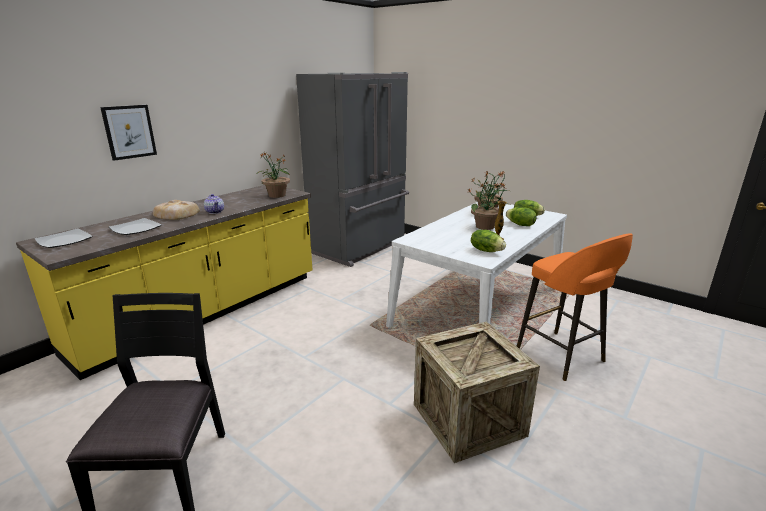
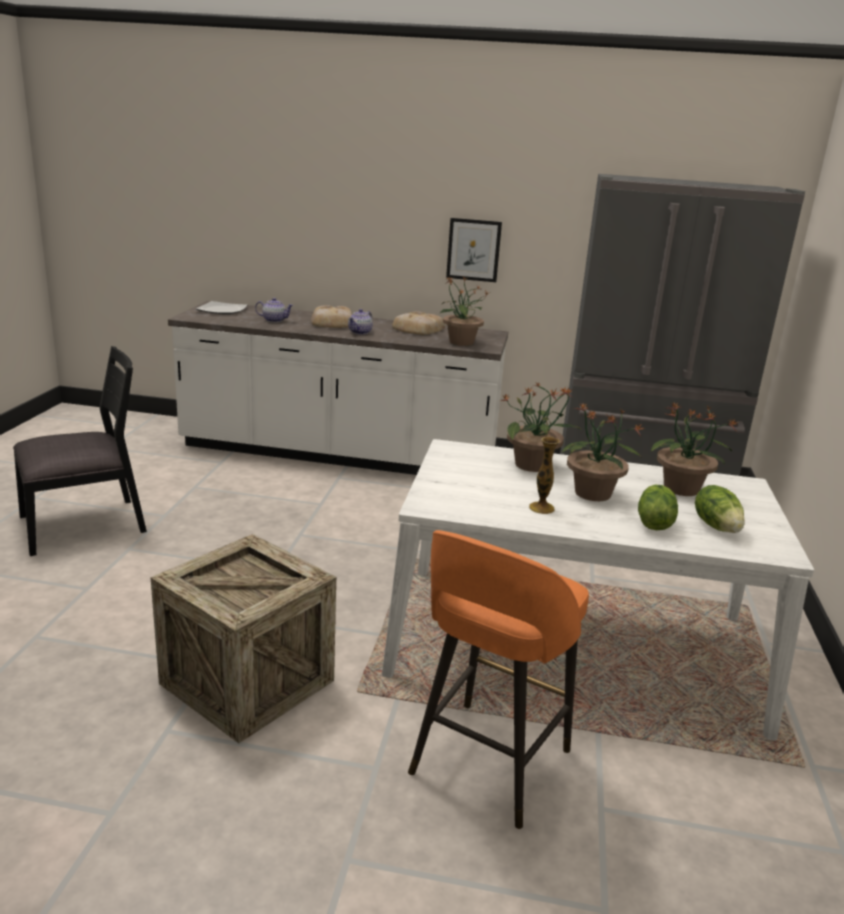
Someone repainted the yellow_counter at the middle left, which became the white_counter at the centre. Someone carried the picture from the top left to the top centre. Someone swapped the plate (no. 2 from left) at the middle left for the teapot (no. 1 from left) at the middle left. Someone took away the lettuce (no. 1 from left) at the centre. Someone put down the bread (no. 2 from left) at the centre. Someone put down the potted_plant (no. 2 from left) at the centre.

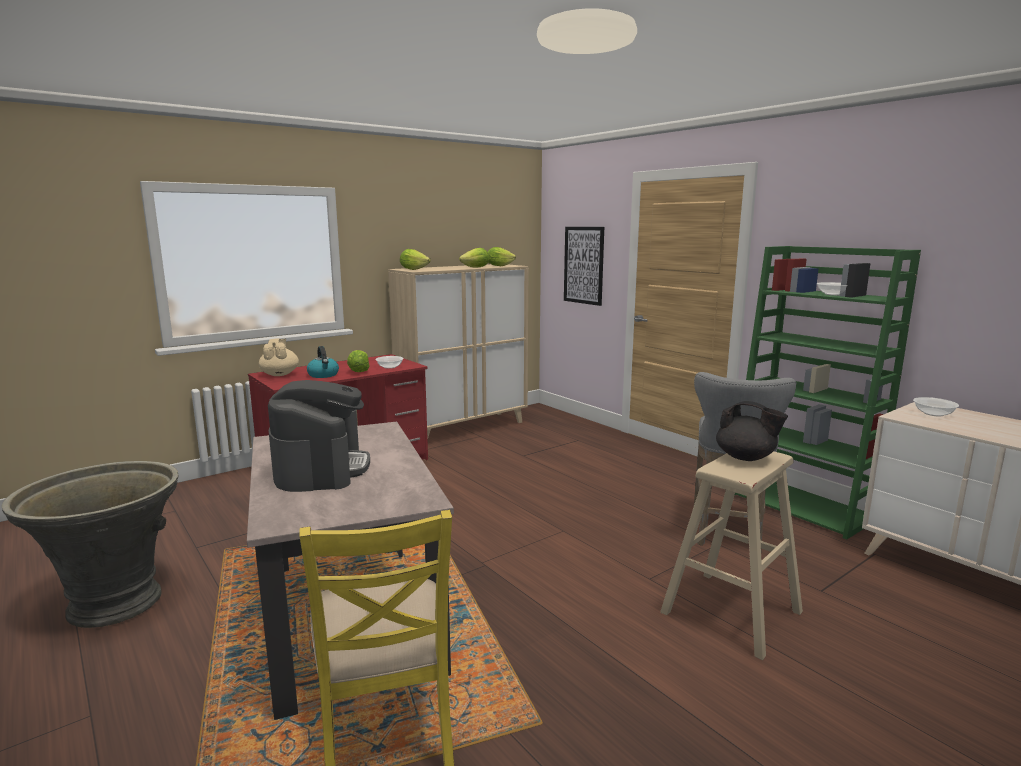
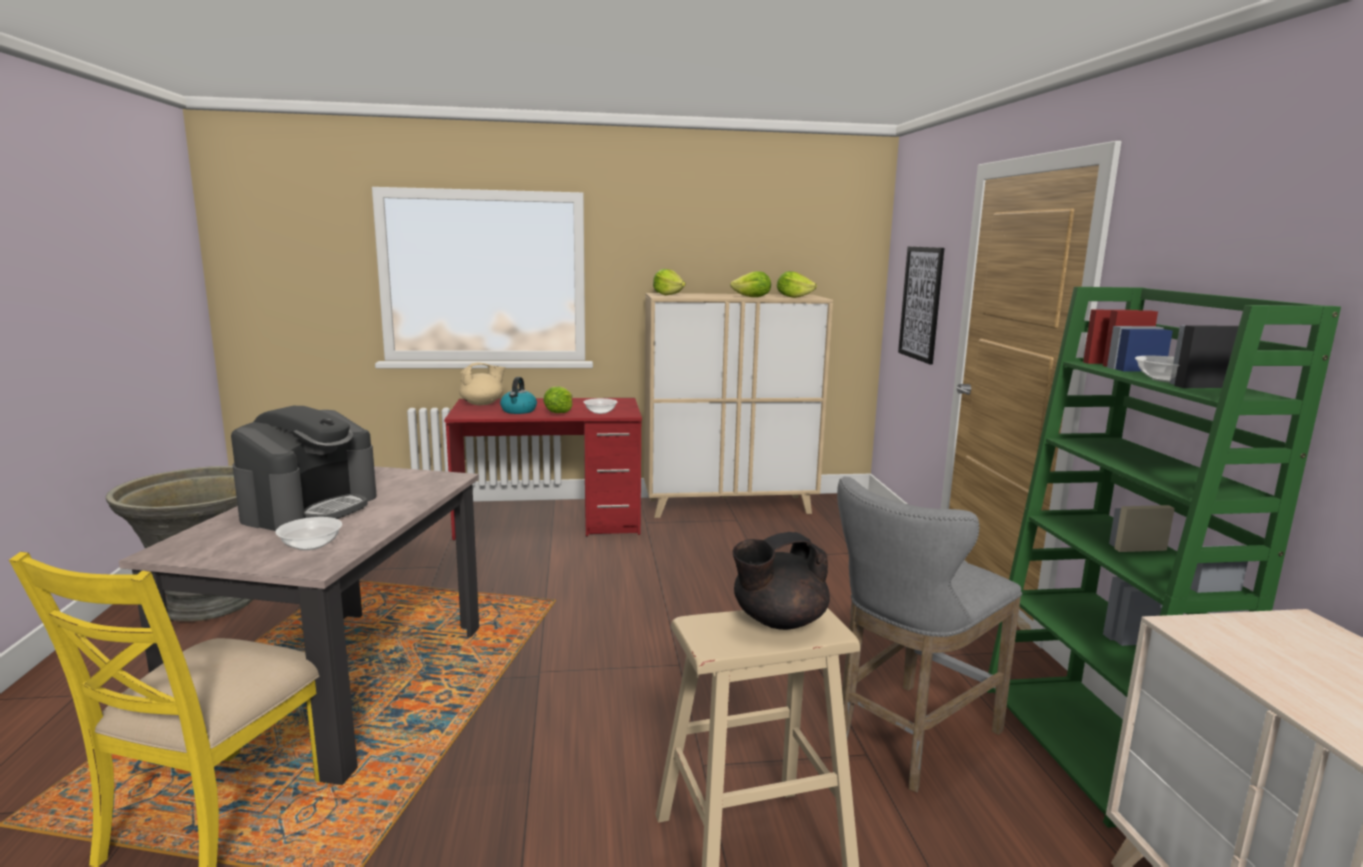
Someone rotated the beige_teapot at the middle left by 45 degrees clockwise. Someone rotated the black_teapot at the middle right by 90 degrees clockwise. Someone carried the bowl (no. 3 from left in the first image) from the middle right to the middle left.

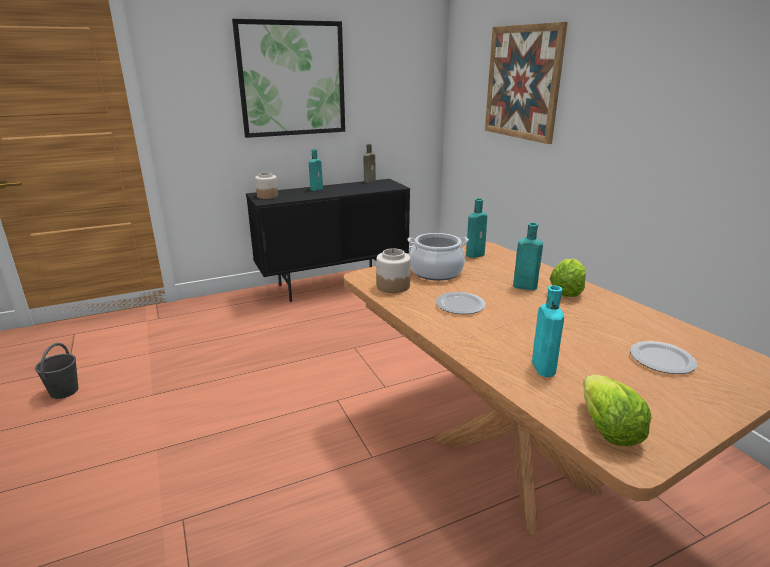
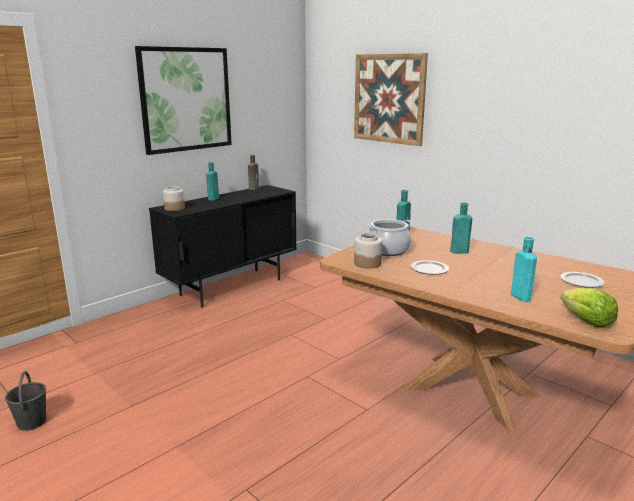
Someone took away the lettuce (no. 1 from left) at the middle right.

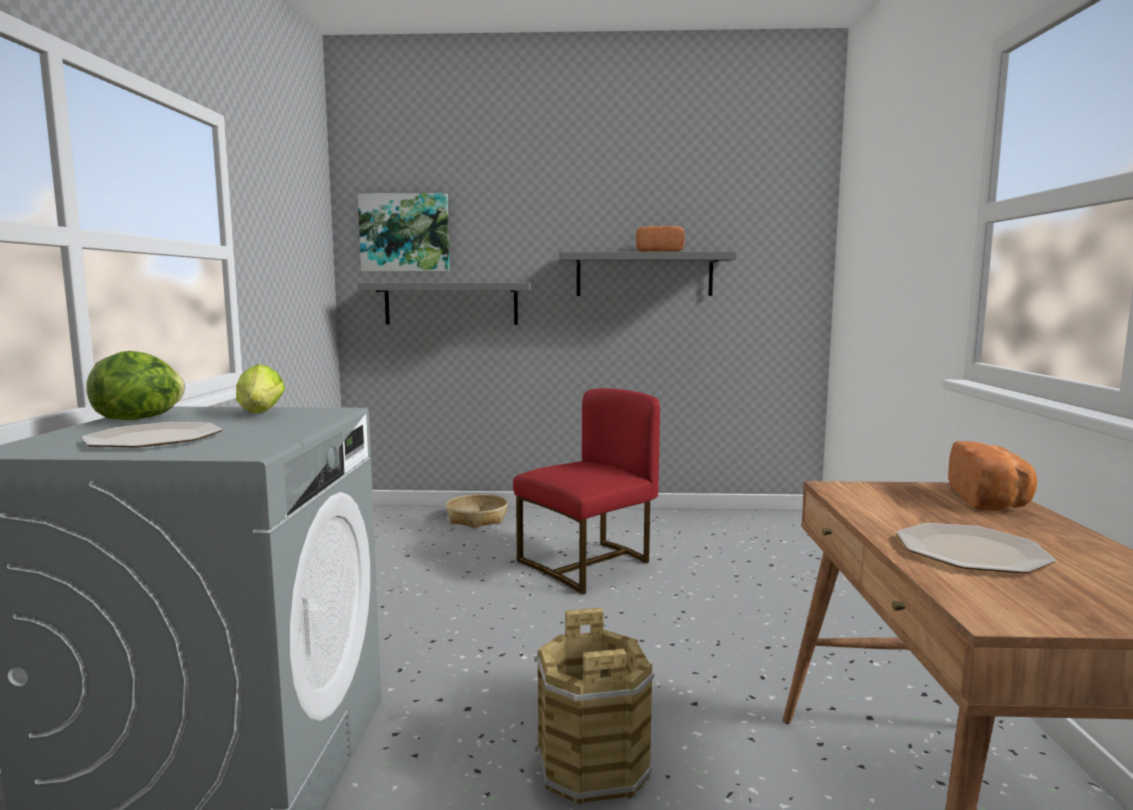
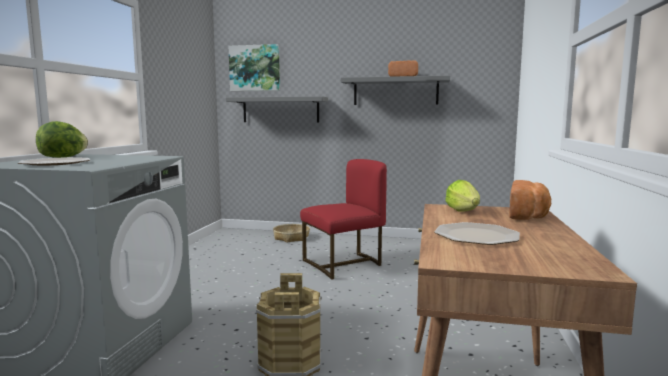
Someone carried the lettuce (no. 2 from left) from the middle left to the middle right.

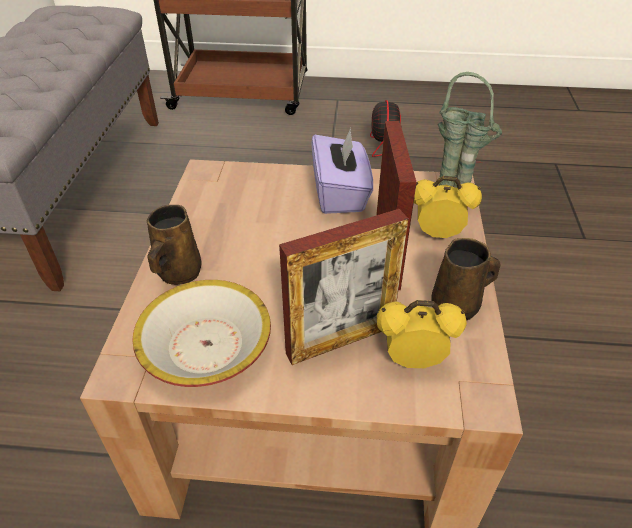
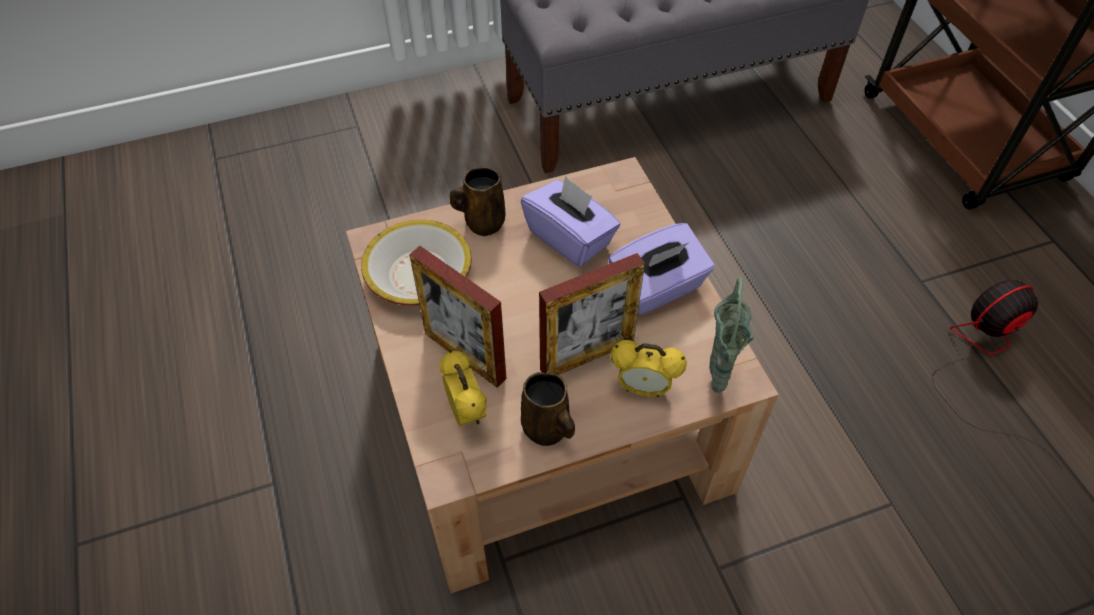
Someone rotated the alarm_clock (no. 2 from left) at the middle right by 120 degrees clockwise. Someone put down the purple_tissue_box (no. 1 from left) at the centre.

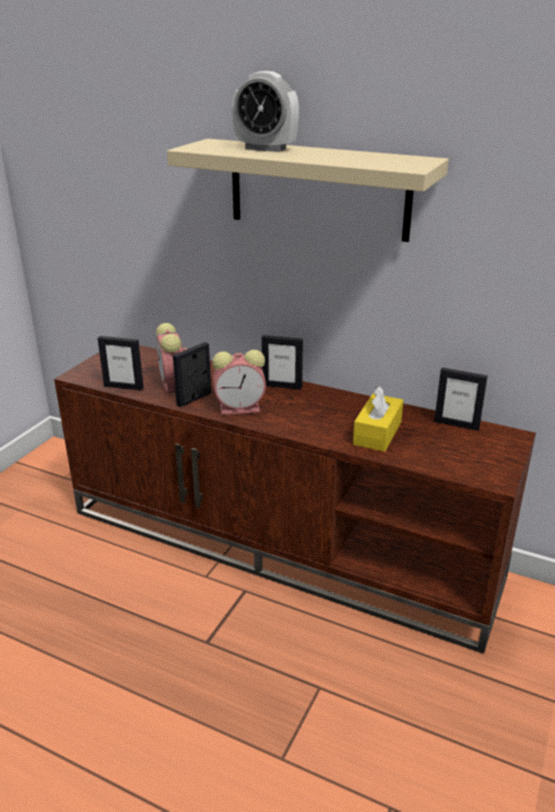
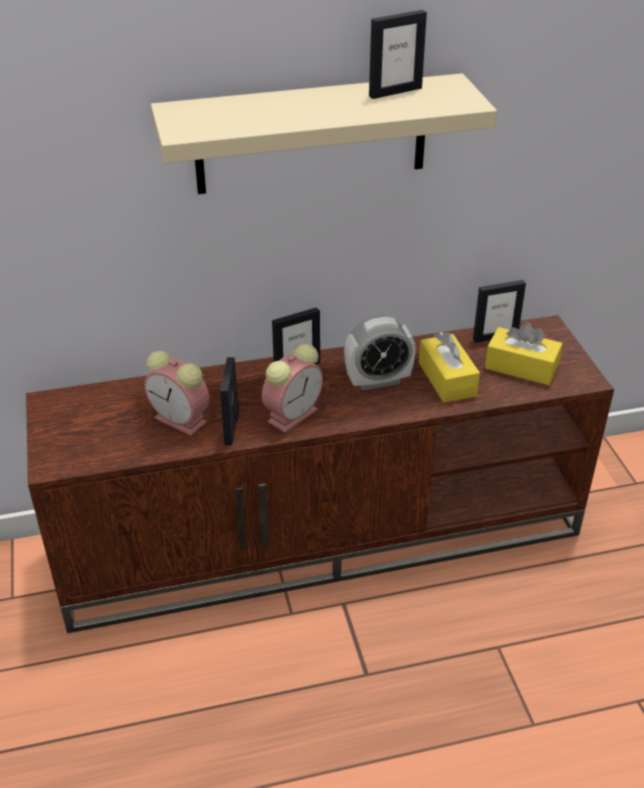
Someone carried the picture_frame (no. 1 from left in the first image) from the middle left to the top centre. Someone carried the alarm_clock (no. 3 from left) from the top centre to the centre. Someone put down the yellow_tissue_box (no. 2 from left) at the middle right.

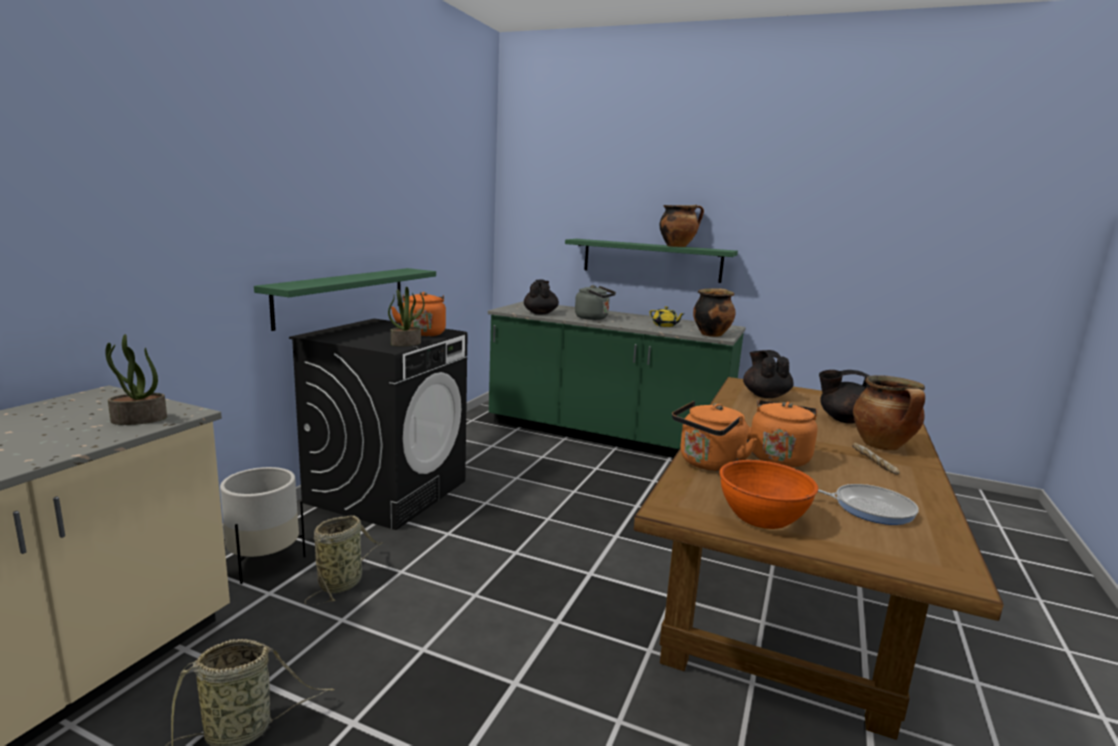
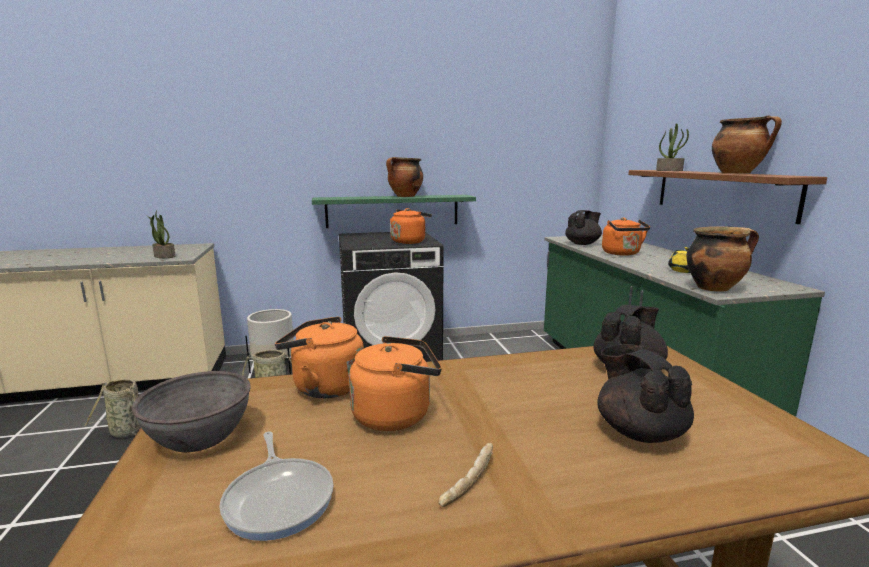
Someone carried the potted_plant (no. 2 from left) from the centre to the top right. Someone repainted the green_shelf (no. 2 from left) at the centre, which became the brown_shelf at the middle right. Someone repainted the grey_kettle at the centre, which became the orange_kettle (no. 4 from left) at the middle right. Someone repainted the orange_bowl at the middle right, which became the grey_bowl at the bottom left. Someone carried the cooking_pot (no. 3 from left in the first image) from the middle right to the top centre.

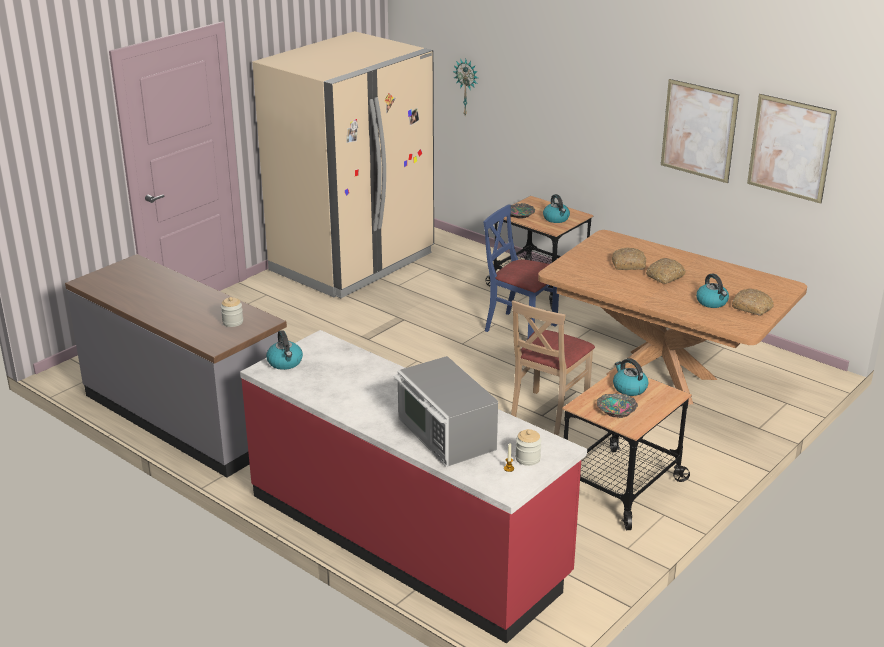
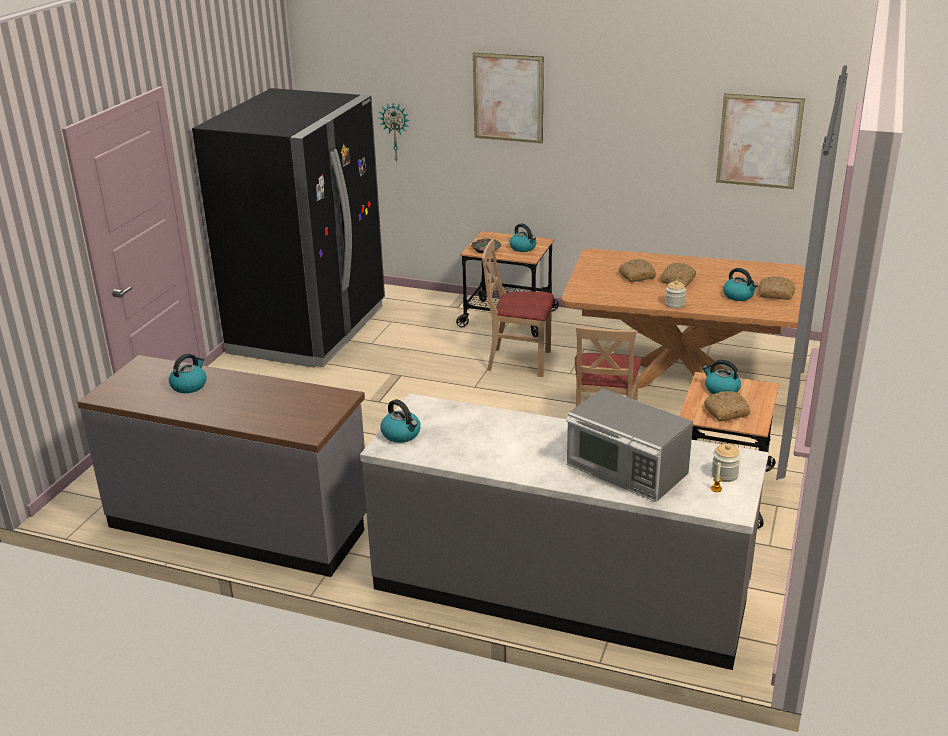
Someone carried the jar (no. 1 from left) from the middle left to the middle right. Someone repainted the red_counter at the bottom centre, which became the grey_counter (no. 2 from left) at the bottom centre. Someone repainted the beige_fridge at the top centre, which became the black_fridge at the top left. Someone repainted the blue_chair at the centre, which became the beige_chair (no. 1 from left) at the centre. Someone swapped the bowl (no. 2 from left) at the middle right for the bread (no. 3 from left) at the middle right. Someone carried the picture (no. 1 from left) from the top right to the top centre. Someone put down the kettle (no. 1 from left) at the middle left.

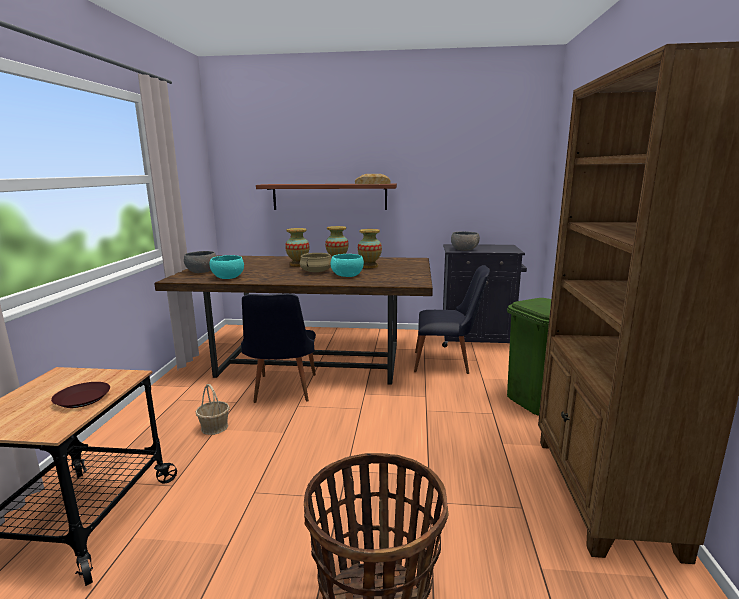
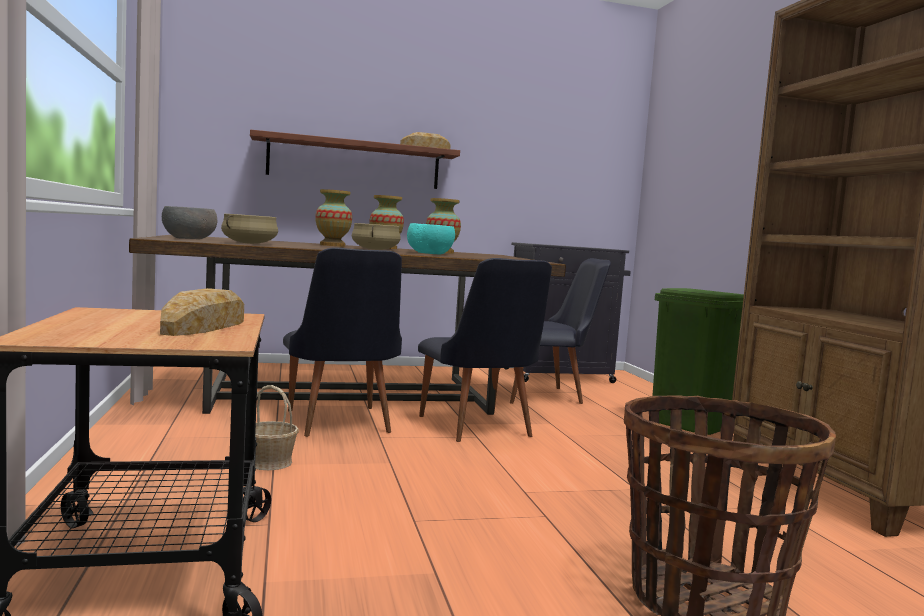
Someone swapped the brown_plate at the middle left for the bread (no. 1 from left) at the middle left. Someone swapped the turquoise_bowl (no. 1 from left) at the middle left for the beige_cooking_pot (no. 1 from left) at the middle left. Someone took away the grey_bowl (no. 2 from left) at the centre. Someone put down the black_chair (no. 2 from left) at the centre.

